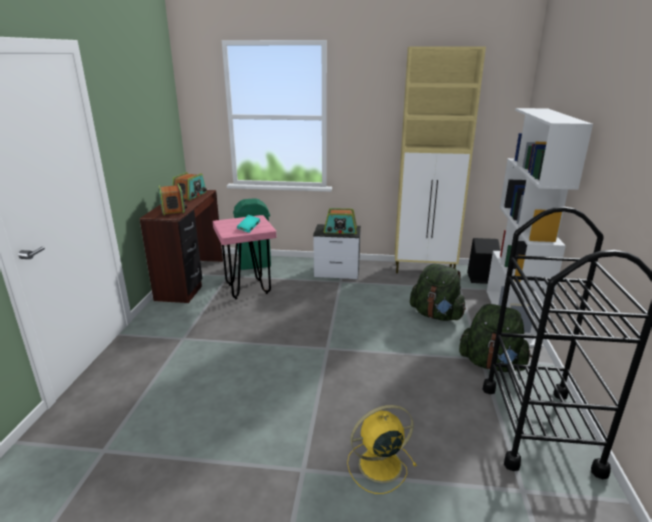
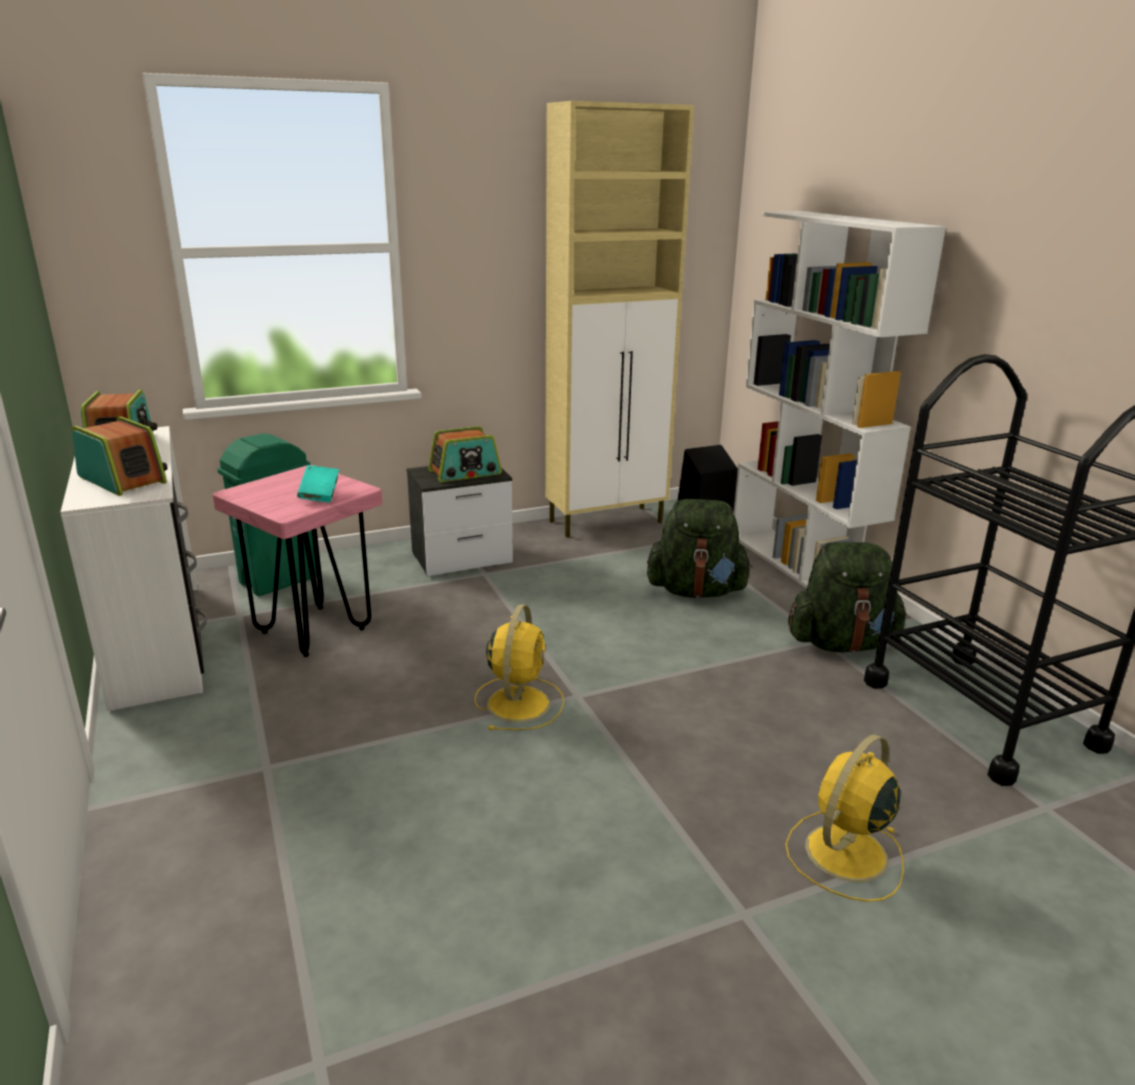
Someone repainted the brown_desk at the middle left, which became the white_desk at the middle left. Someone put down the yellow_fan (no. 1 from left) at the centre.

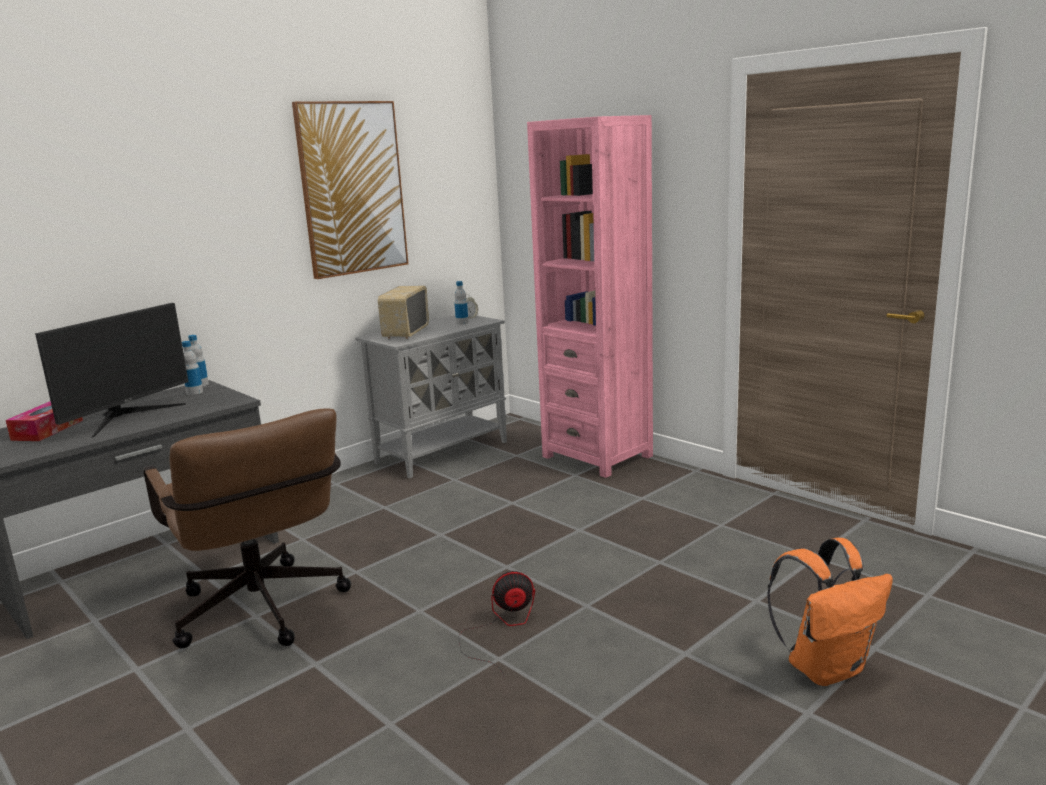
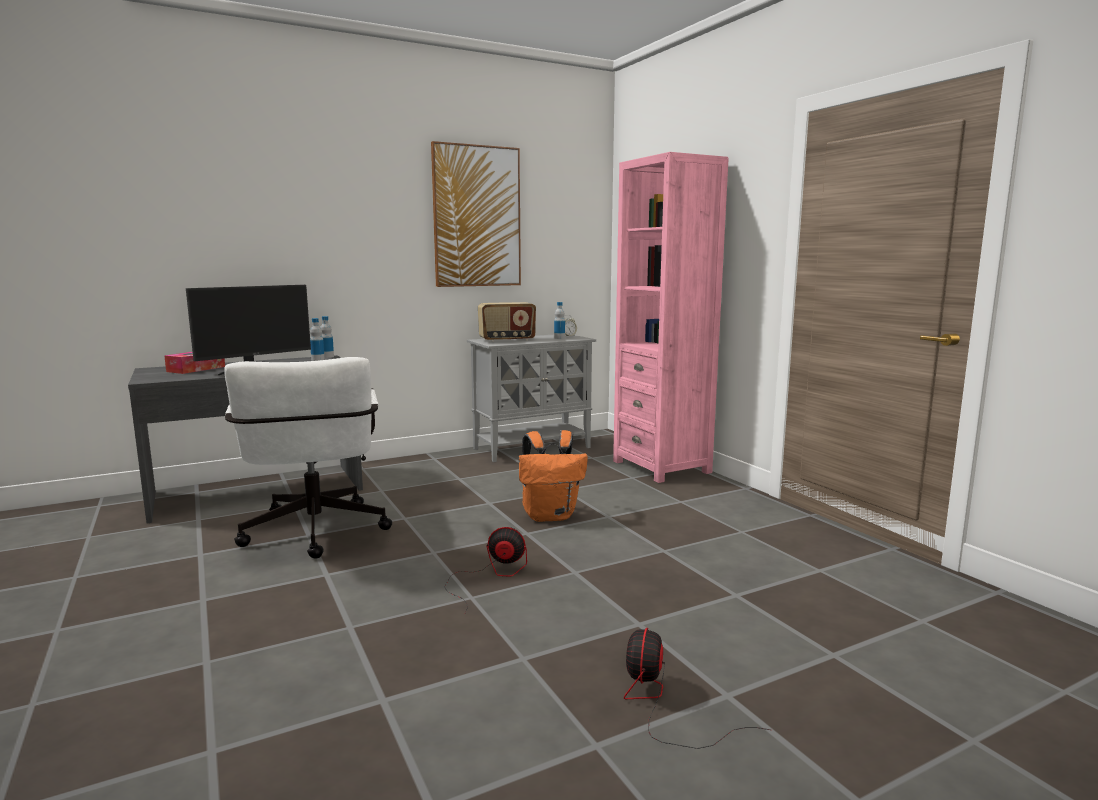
Someone repainted the brown_office_chair at the bottom left, which became the white_office_chair at the middle left. Someone rotated the radio at the centre by 135 degrees counterclockwise. Someone carried the orange_backpack from the bottom right to the centre. Someone put down the fan (no. 2 from left) at the bottom centre.

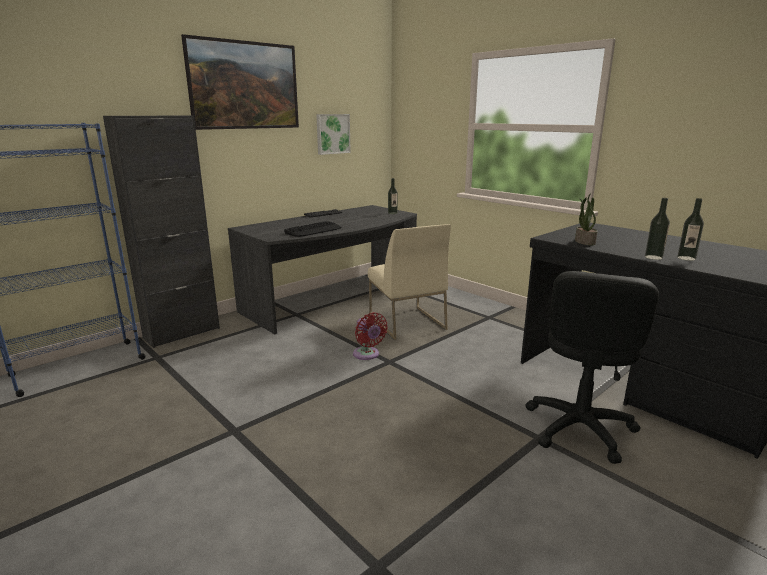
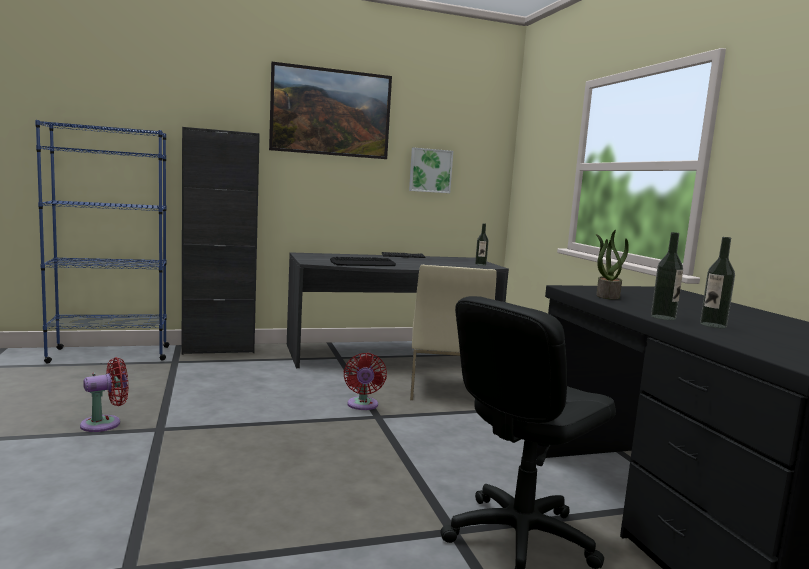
Someone put down the red_fan (no. 1 from left) at the bottom left.

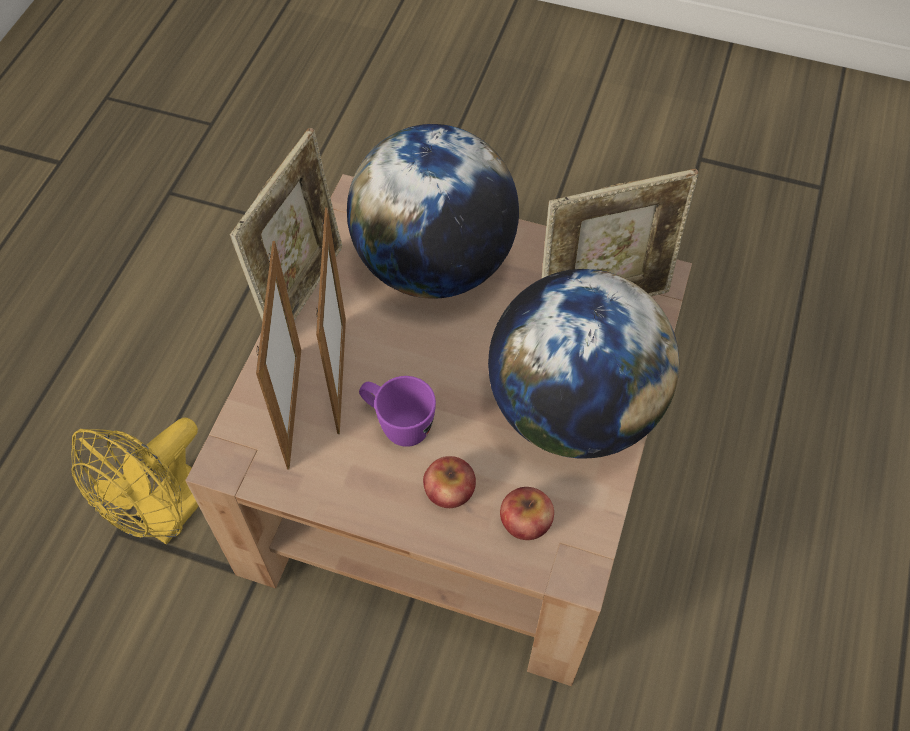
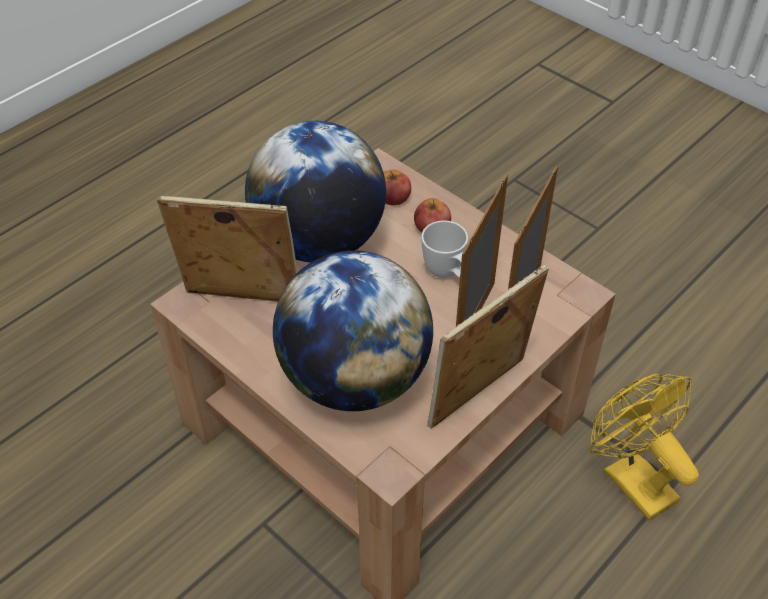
Someone rotated the yellow_fan at the middle left by 90 degrees counterclockwise. Someone repainted the purple_mug at the centre, which became the white_mug at the centre.

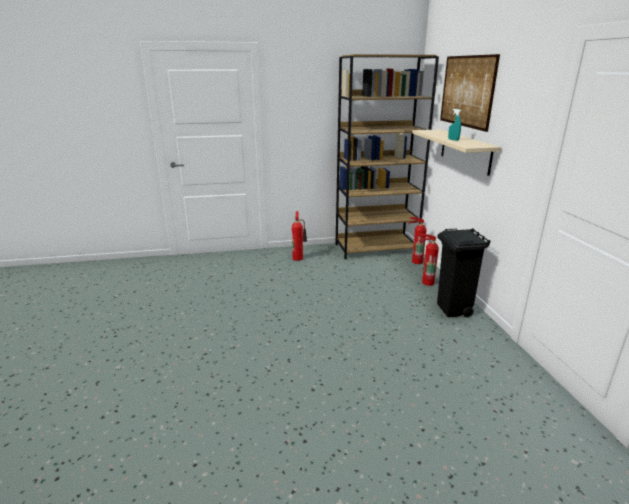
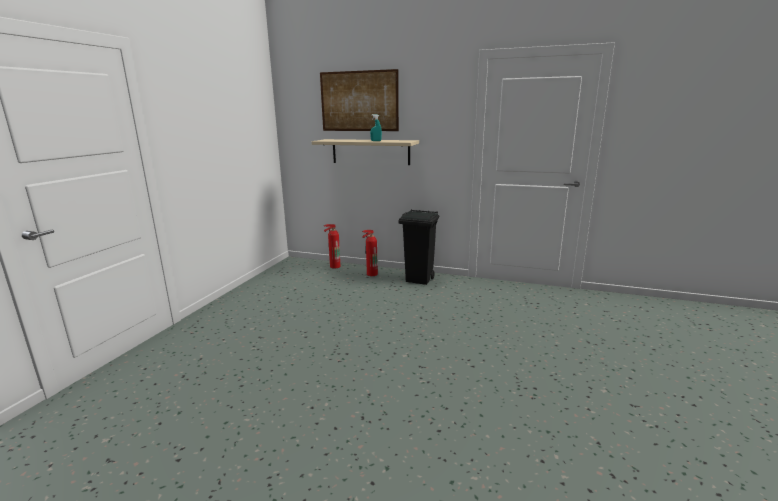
Someone took away the fire_extinguisher (no. 1 from left) at the centre. Someone took away the brown_bookcase at the top centre.

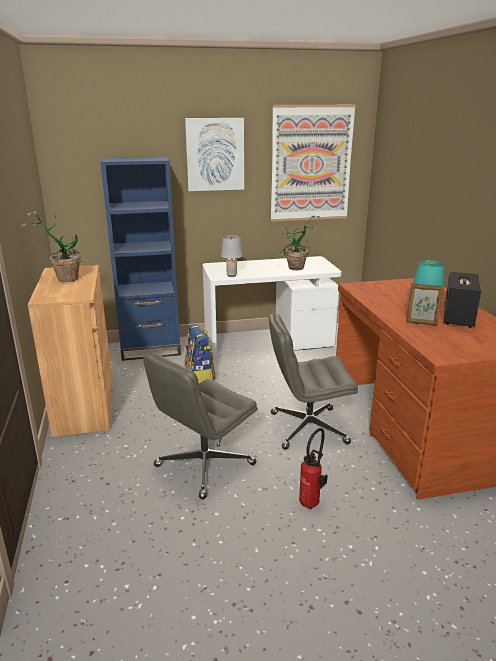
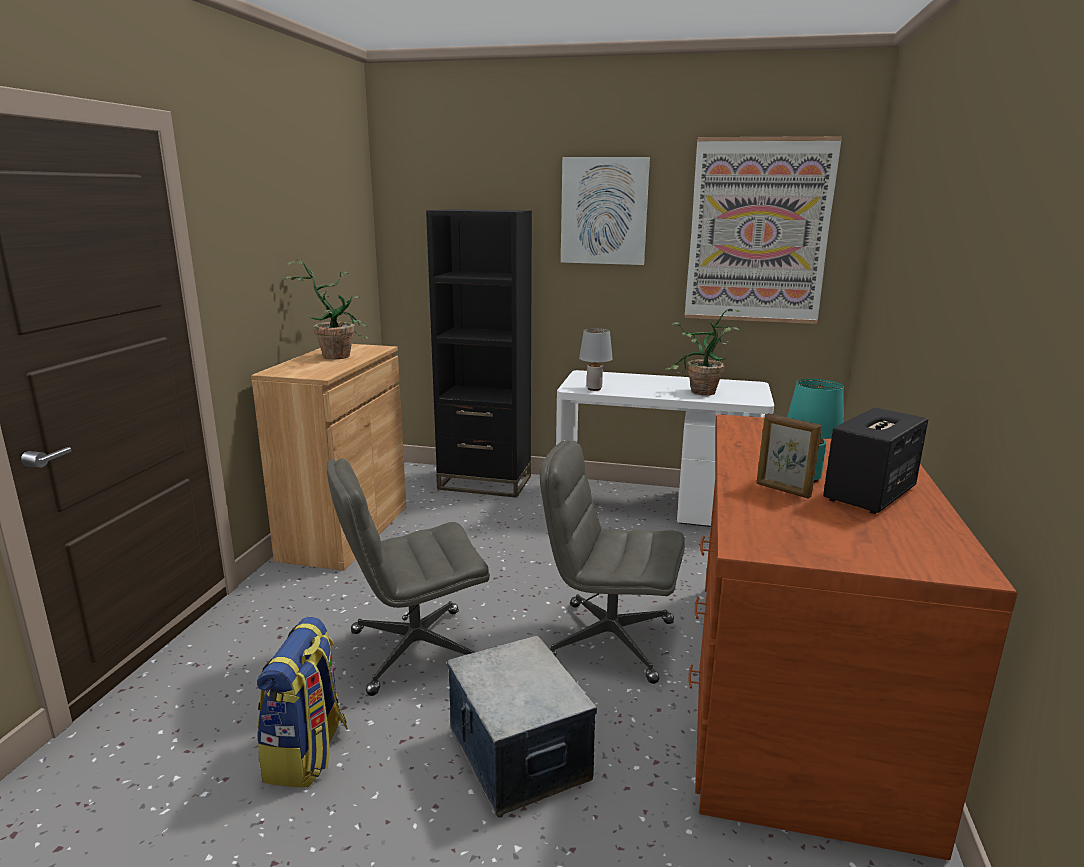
Someone repainted the blue_bookcase at the middle left, which became the black_bookcase at the centre. Someone carried the backpack from the centre to the bottom left. Someone swapped the fire_extinguisher at the bottom centre for the storage_box at the bottom centre.

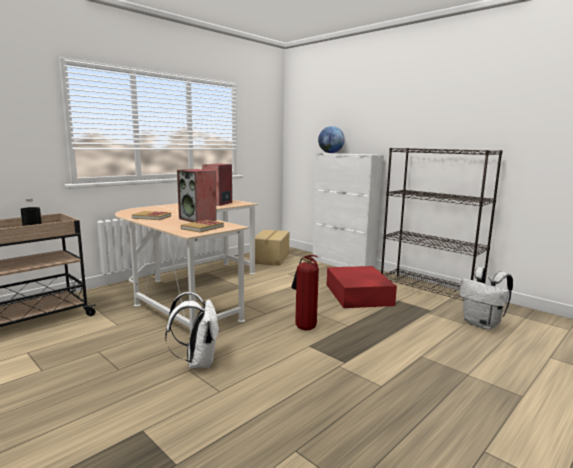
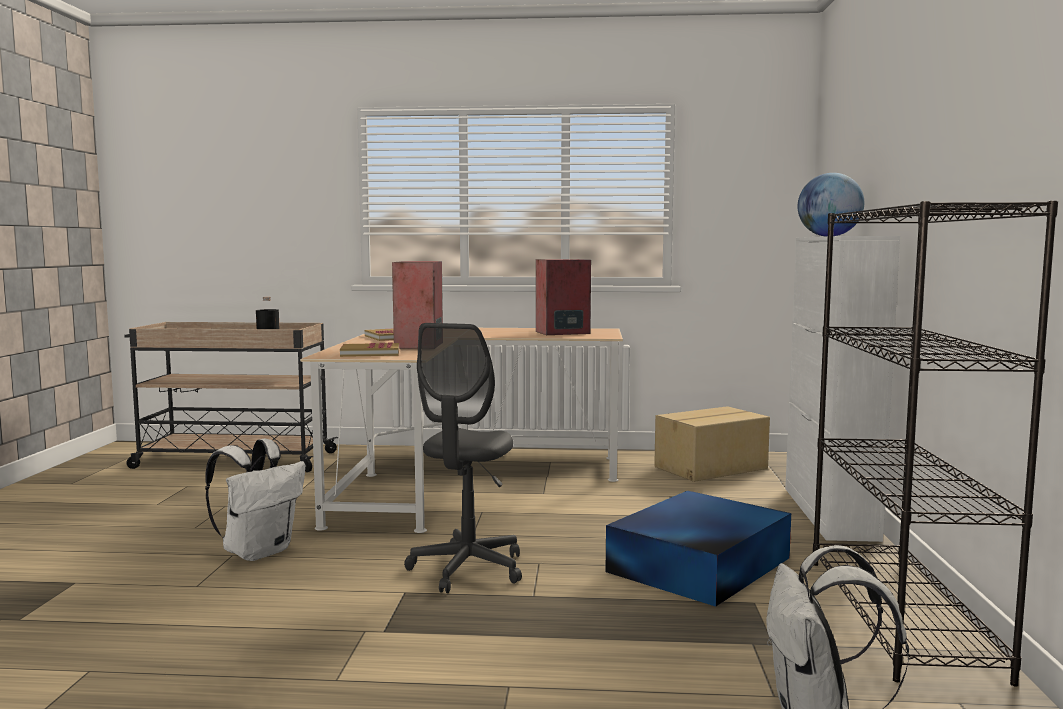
Someone swapped the fire_extinguisher at the centre for the grey_office_chair at the centre. Someone repainted the red_storage_box at the centre, which became the blue_storage_box at the bottom centre.

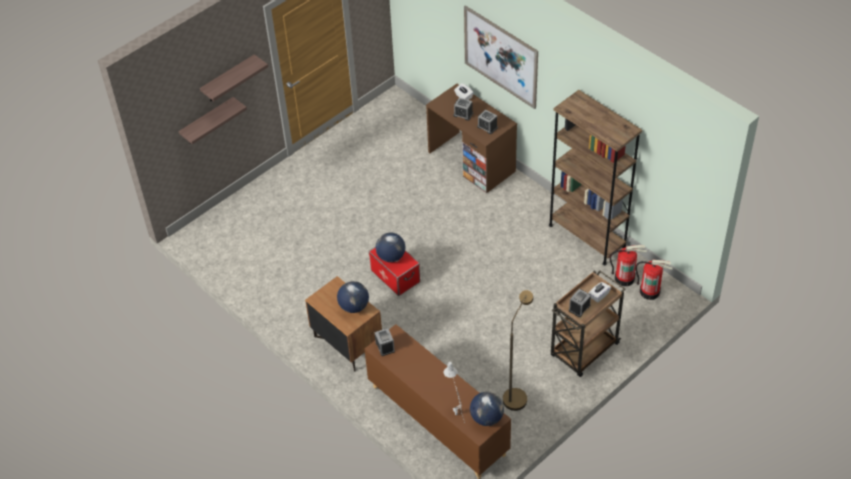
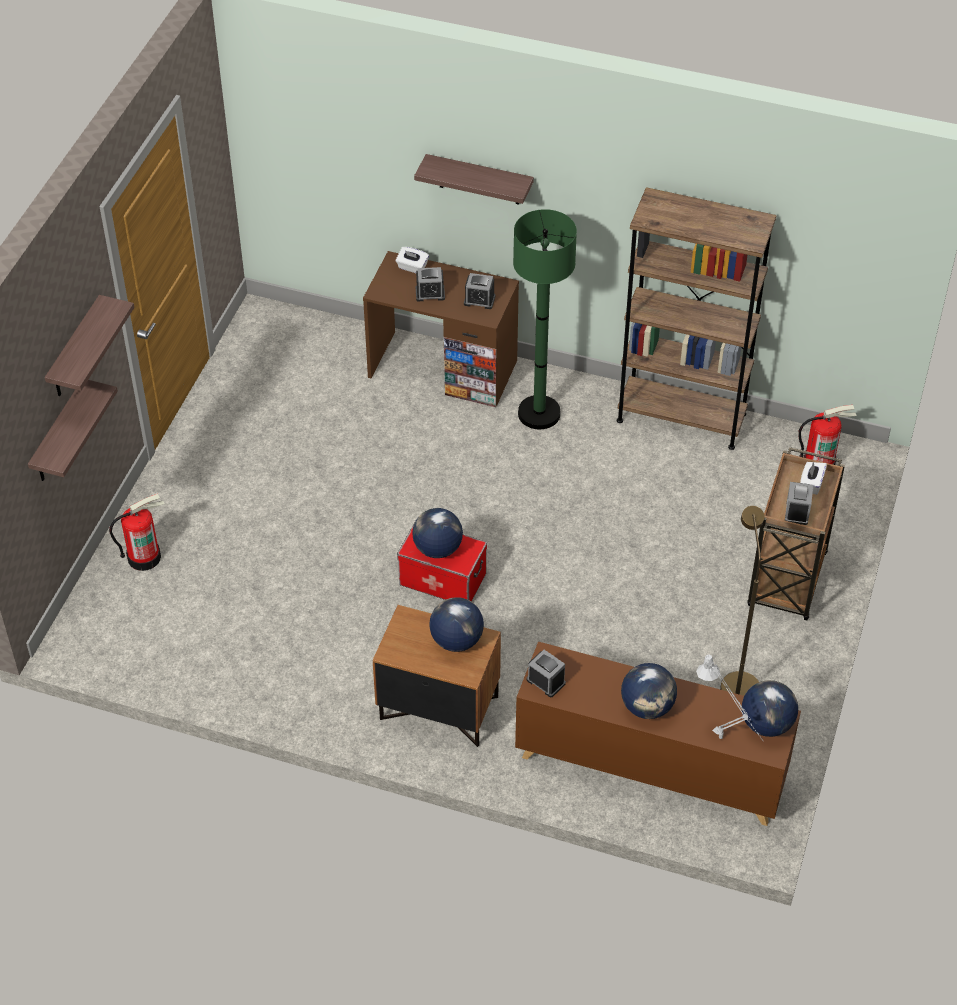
Someone swapped the picture at the top centre for the shelf (no. 3 from left) at the top centre. Someone carried the fire_extinguisher (no. 1 from left) from the middle right to the middle left. Someone put down the green_floor_lamp at the top centre. Someone put down the globe (no. 3 from left) at the bottom right.

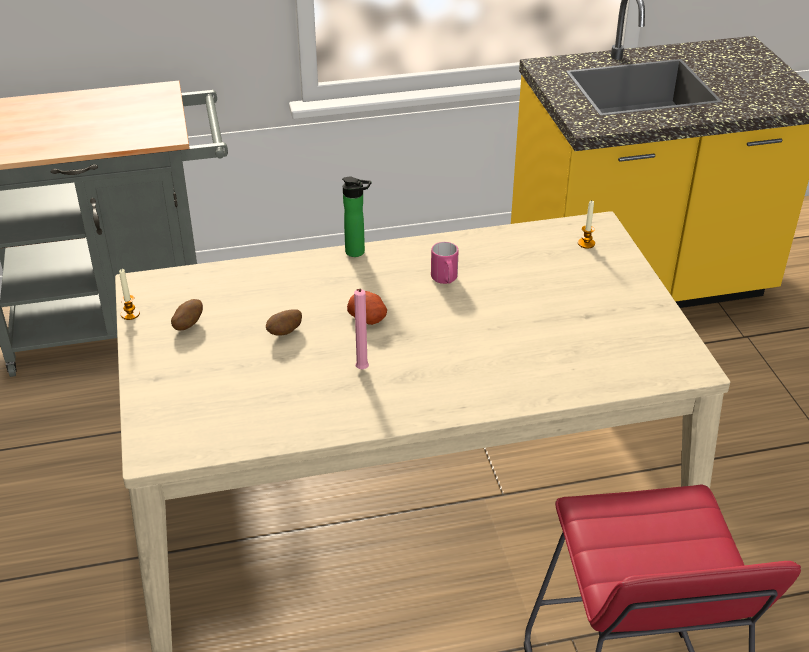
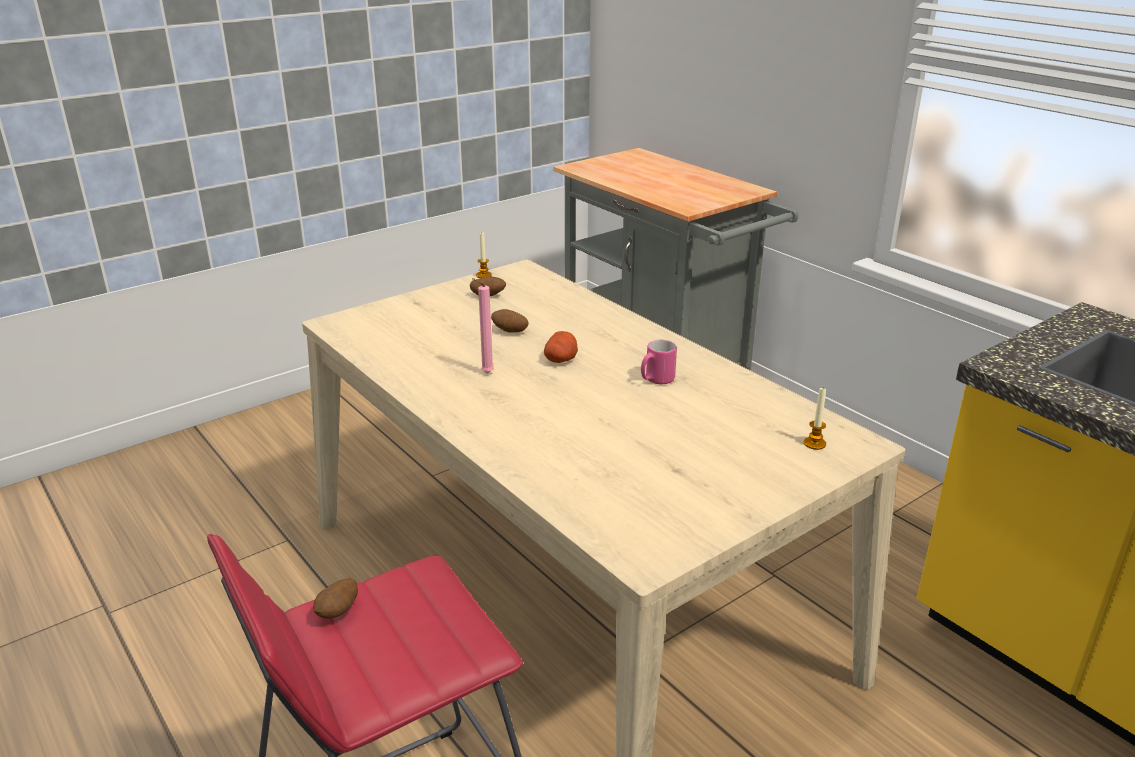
Someone took away the bottle at the top centre. Someone put down the potato (no. 1 from left) at the bottom left.

